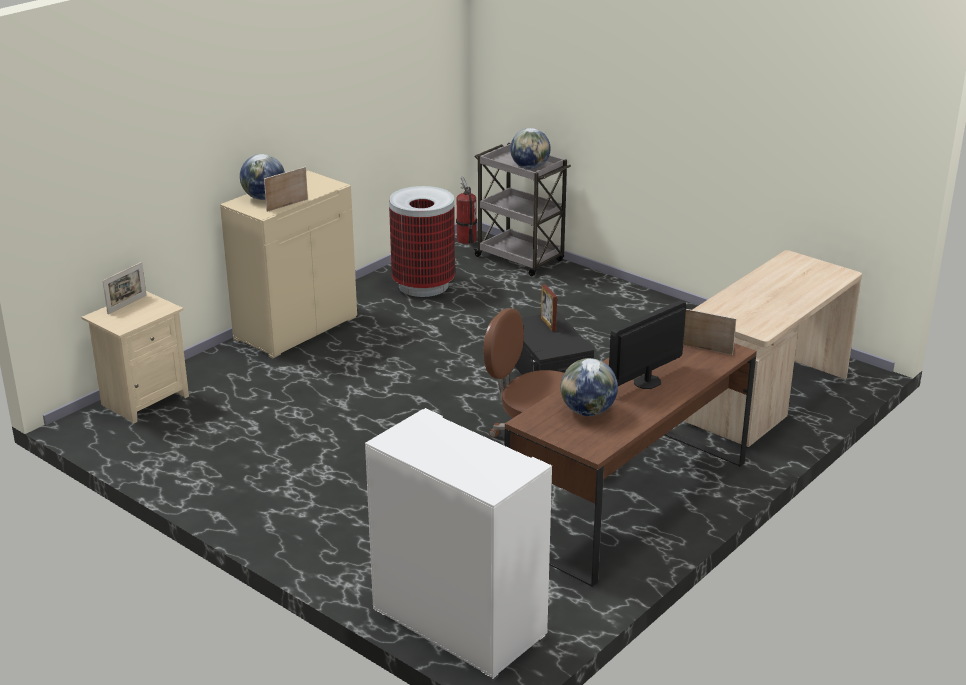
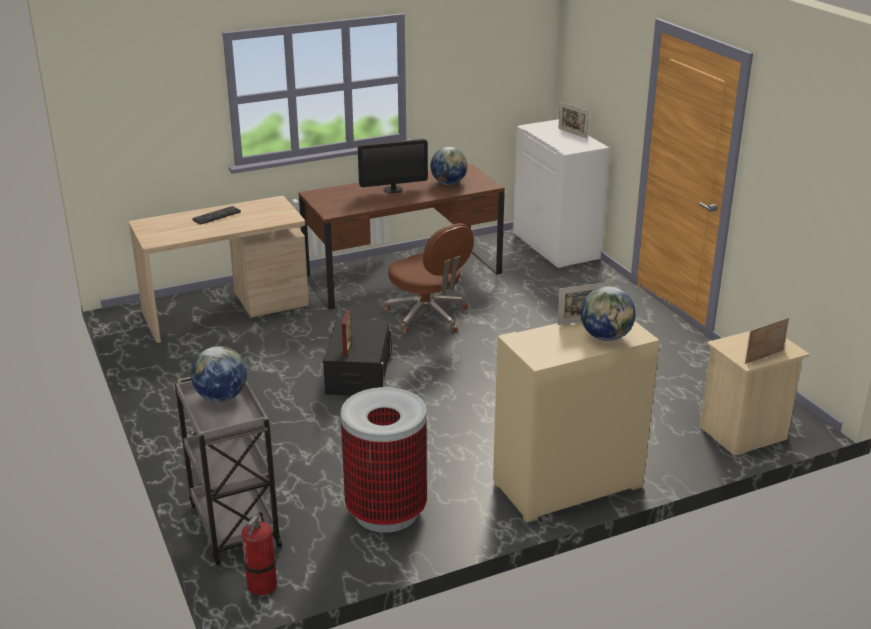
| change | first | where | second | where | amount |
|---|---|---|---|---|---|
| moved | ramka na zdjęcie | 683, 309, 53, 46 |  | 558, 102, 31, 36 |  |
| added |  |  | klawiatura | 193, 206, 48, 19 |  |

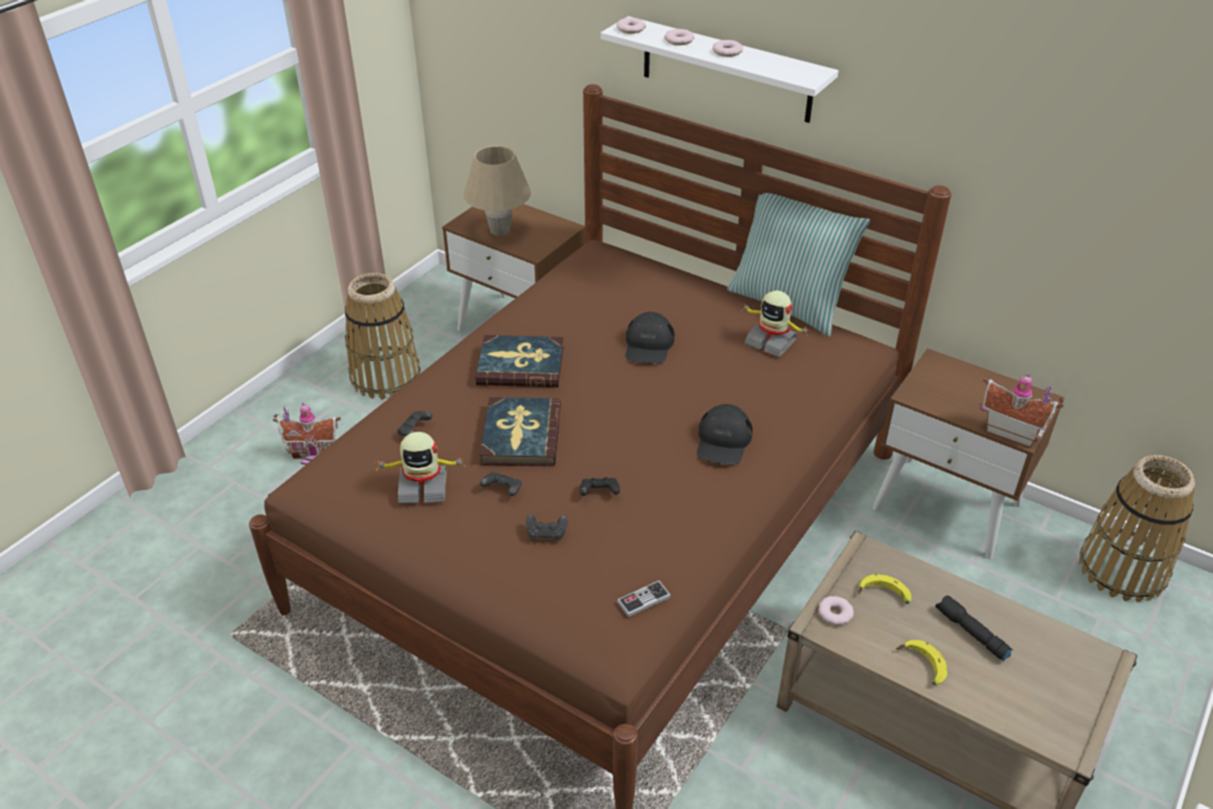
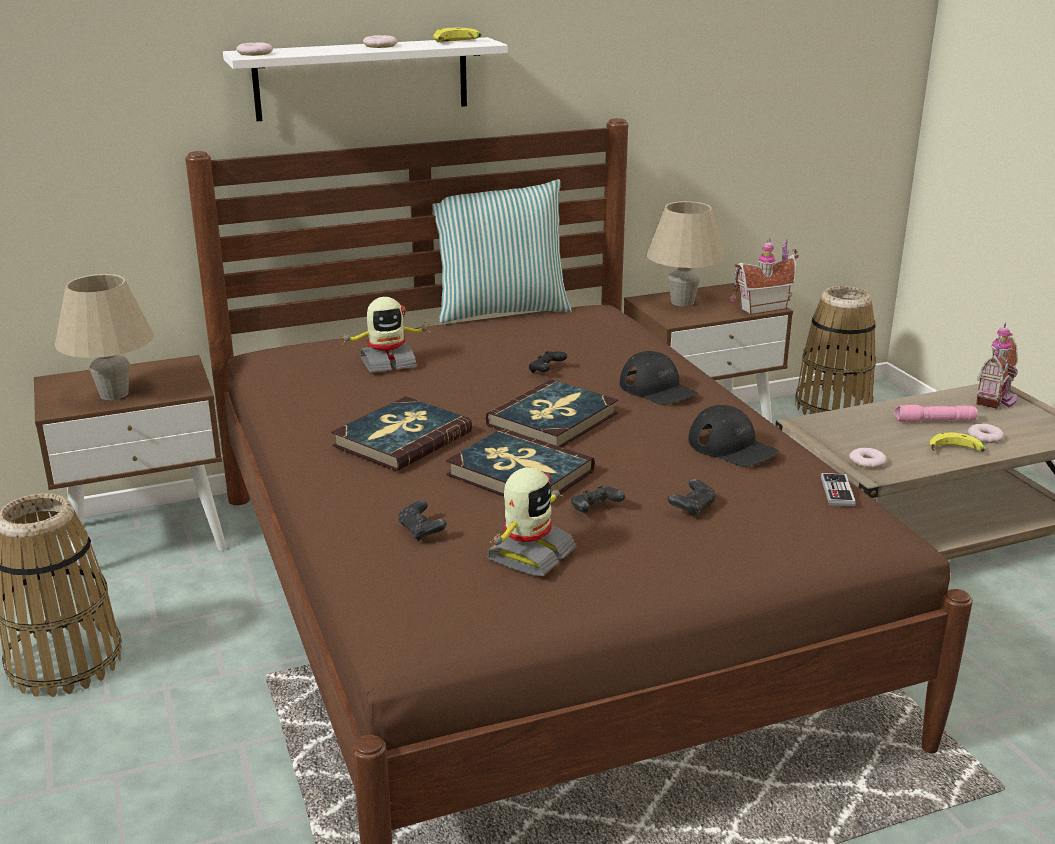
| change | first | where | second | where | amount |
|---|---|---|---|---|---|
| moved | domek | 273, 402, 68, 63 |  | 976, 323, 42, 86 |  |
| moved | pad do gier [czarny] | 580, 477, 40, 19 |  | 529, 351, 38, 22 |  |
| moved | czapka z daszkiem [czarny] | 625, 312, 50, 51 |  | 688, 405, 91, 61 |  |
| moved | donut | 664, 29, 30, 16 |  | 968, 424, 36, 19 |  |
| moved | robot zabawkowy | 741, 291, 70, 66 |  | 340, 297, 91, 76 |  |
| moved | banan | 858, 574, 53, 30 |  | 433, 28, 48, 14 |  |
| recoloured | latarka [czarny] | 936, 595, 76, 66 | latarka [różowy] | 894, 405, 84, 17 |  |
| added |  |  | książka | 486, 379, 132, 68 |  |
| added |  |  | lampa stołowa [beżowy] | 646, 201, 78, 105 |  |

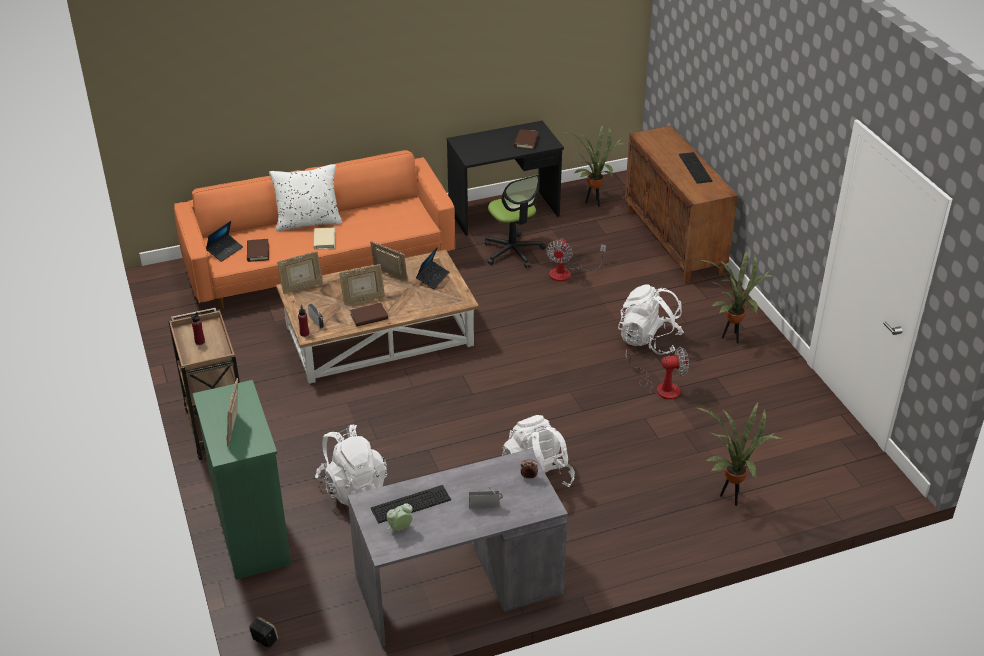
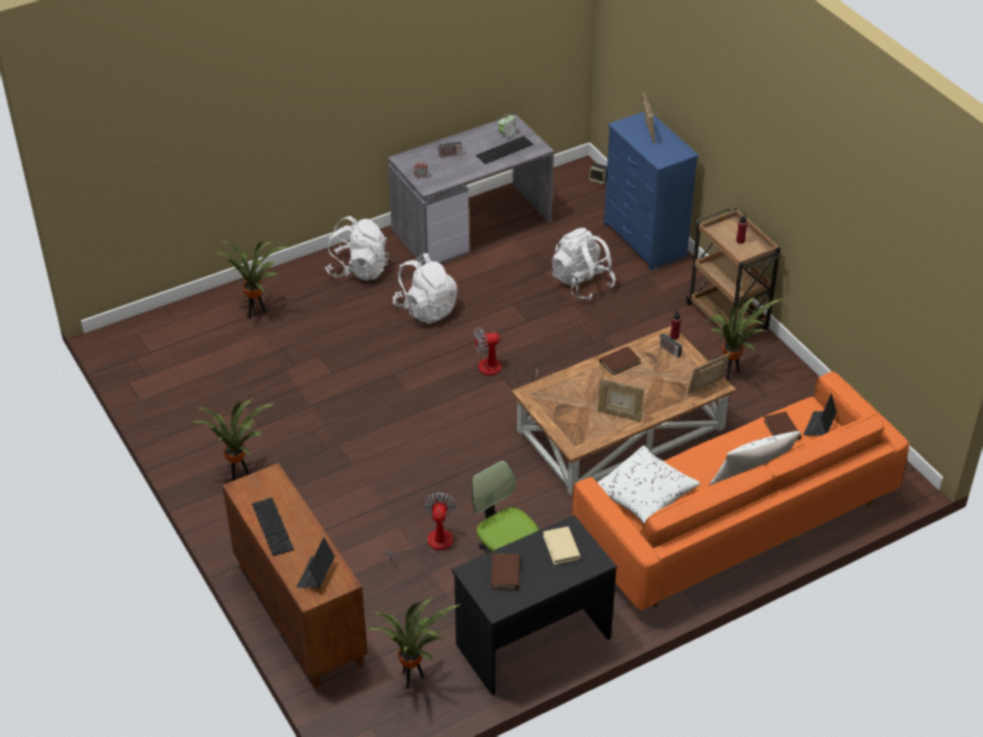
| change | first | where | second | where | amount |
|---|---|---|---|---|---|
| recoloured | komoda [zielony] | 192, 380, 99, 200 | komoda [niebieski] | 604, 112, 95, 158 |  |
| moved | książka [beżowy] | 313, 227, 22, 23 |  | 543, 527, 38, 38 |  |
| removed | ramka na zdjęcie | 339, 264, 46, 41 |  |  |  |
| moved | laptop | 416, 247, 33, 42 |  | 297, 537, 38, 51 |  |
| moved | plecak [biały] | 618, 284, 66, 71 |  | 325, 216, 64, 64 |  |
| moved | wentylator | 625, 347, 64, 53 |  | 473, 327, 65, 60 |  |
| added |  |  | poduszka [biały] | 597, 445, 103, 79 |  |
| added |  |  | roślina doniczkowa | 705, 296, 76, 84 |  |

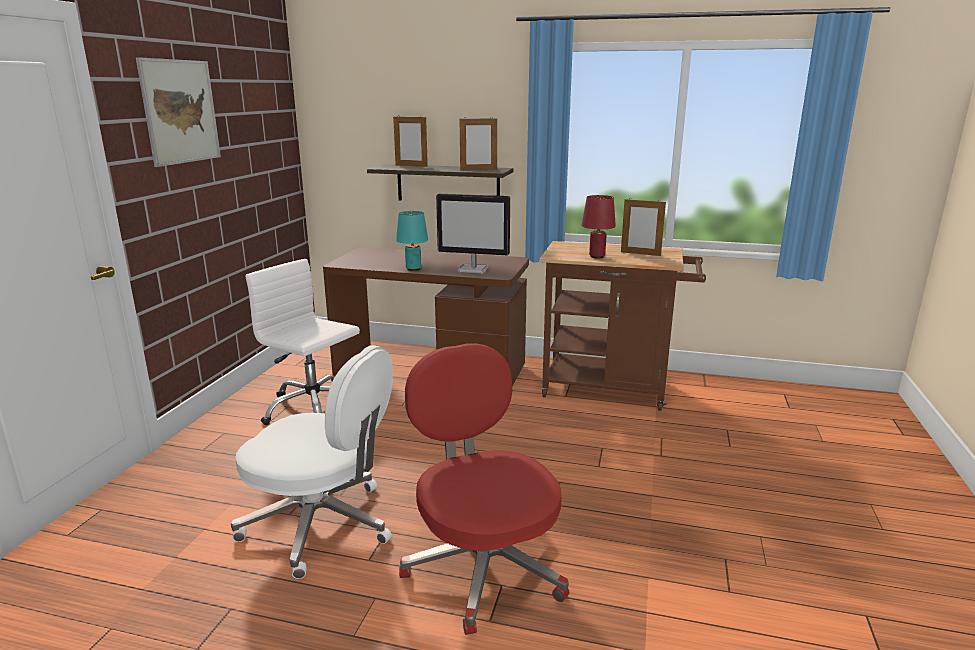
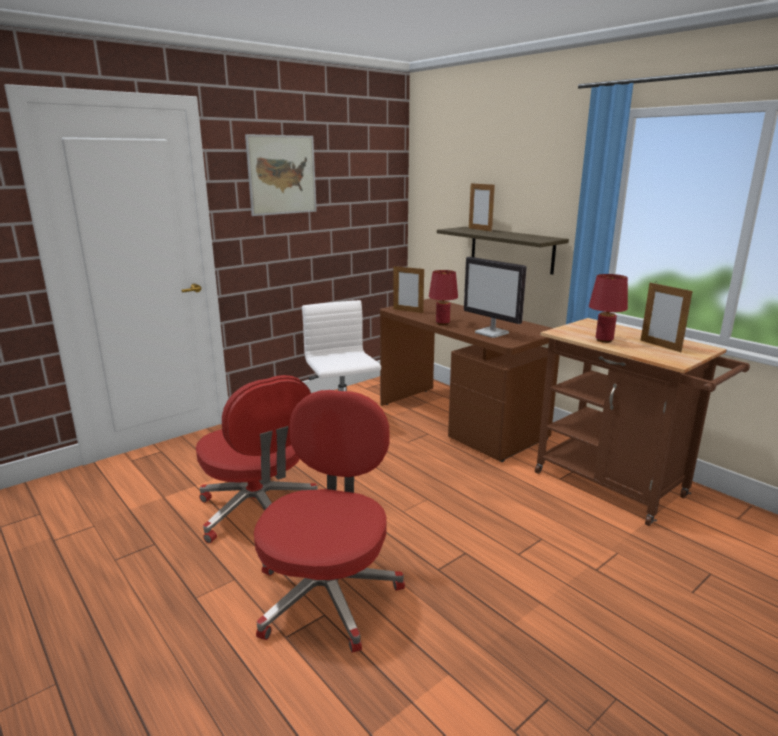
| change | first | where | second | where | amount |
|---|---|---|---|---|---|
| recoloured | krzesło biurowe [biały] | 231, 345, 162, 234 | krzesło biurowe [czerwony] | 196, 375, 121, 168 |  |
| recoloured | lampa stołowa [turkusowy] | 396, 211, 32, 60 | lampa stołowa [czerwony] | 429, 270, 29, 55 |  |
| moved | ramka na zdjęcie | 460, 118, 37, 53 |  | 393, 265, 31, 48 |  |

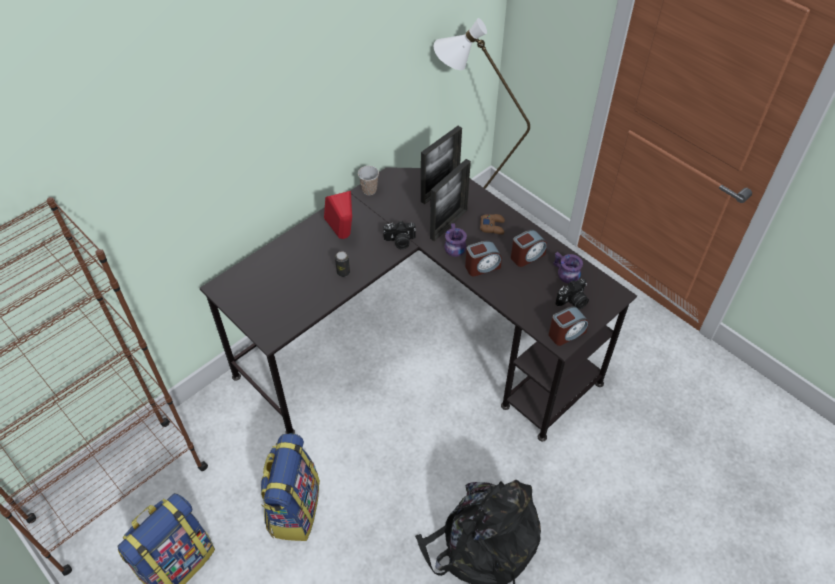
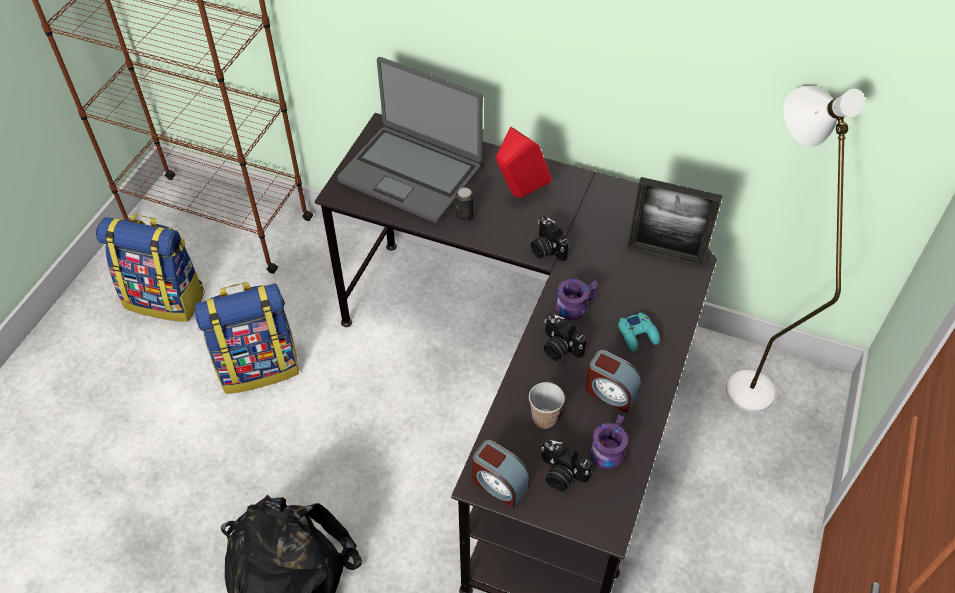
| change | first | where | second | where | amount |
|---|---|---|---|---|---|
| moved | filiżanka | 358, 166, 21, 29 |  | 529, 382, 36, 47 |  |
| removed | ramka na zdjęcie | 430, 159, 41, 82 |  |  |  |
| replaced | budzik | 465, 241, 37, 36 | aparat fotograficzny | 544, 314, 43, 47 |  |
| recoloured | pad do gier [brązowy] | 480, 214, 25, 21 | pad do gier [turkusowy] | 618, 312, 42, 40 |  |
| added |  |  | laptop | 337, 57, 146, 166 |  |

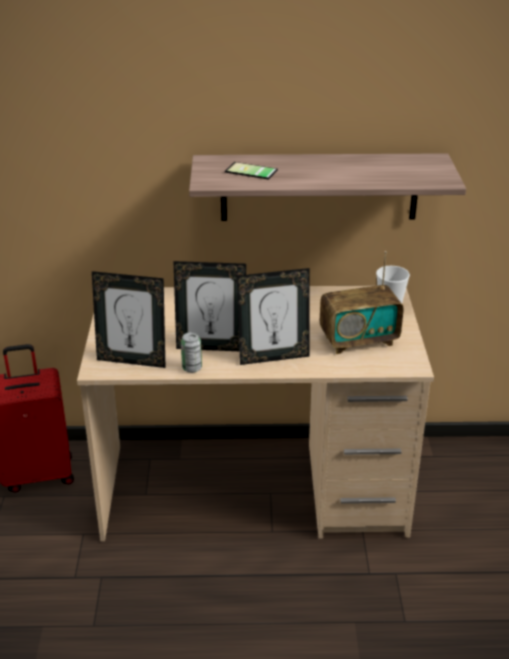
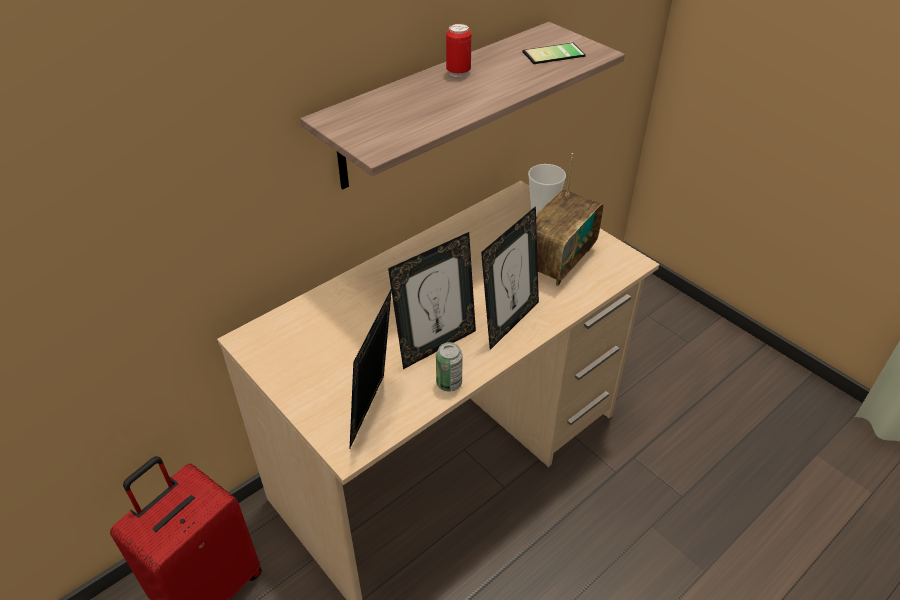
| change | first | where | second | where | amount |
|---|---|---|---|---|---|
| turned | ramka na zdjęcie | 92, 271, 74, 97 |  | 350, 288, 42, 160 | 135 degrees clockwise |
| moved | telefon | 225, 162, 53, 18 |  | 522, 43, 64, 21 |  |
| added |  |  | puszka | 446, 23, 26, 54 |  |

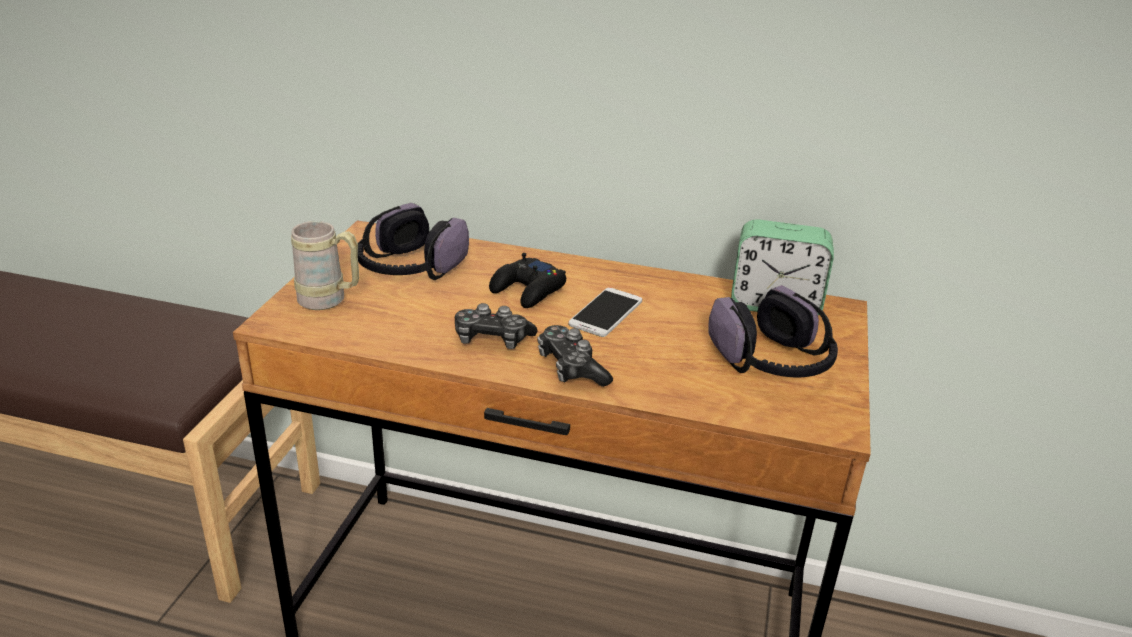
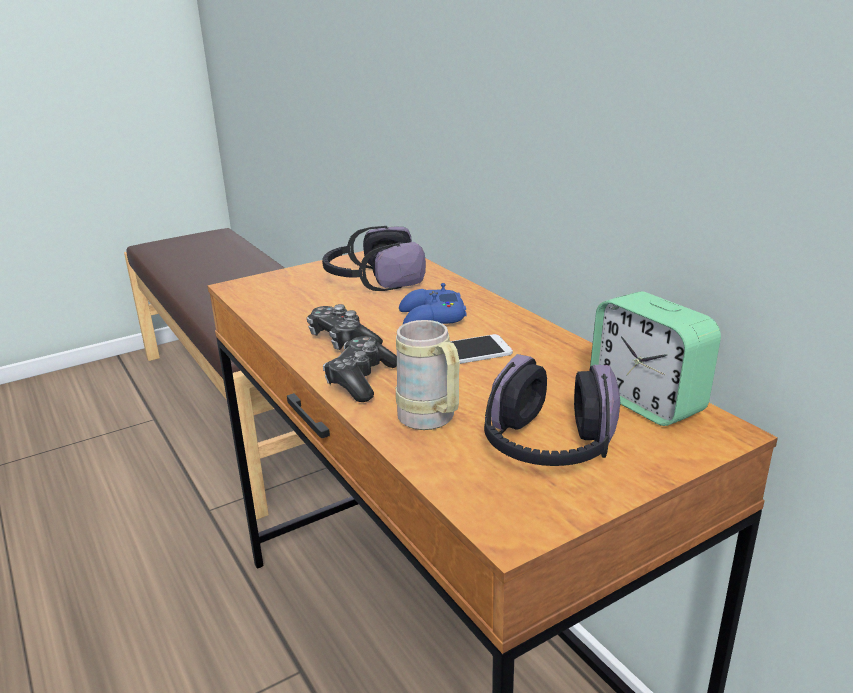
| change | first | where | second | where | amount |
|---|---|---|---|---|---|
| moved | kubek [beżowy] | 291, 221, 68, 89 |  | 396, 320, 64, 110 |  |
| recoloured | pad do gier [czarny] | 489, 253, 77, 55 | pad do gier [niebieski] | 399, 283, 68, 41 |  |

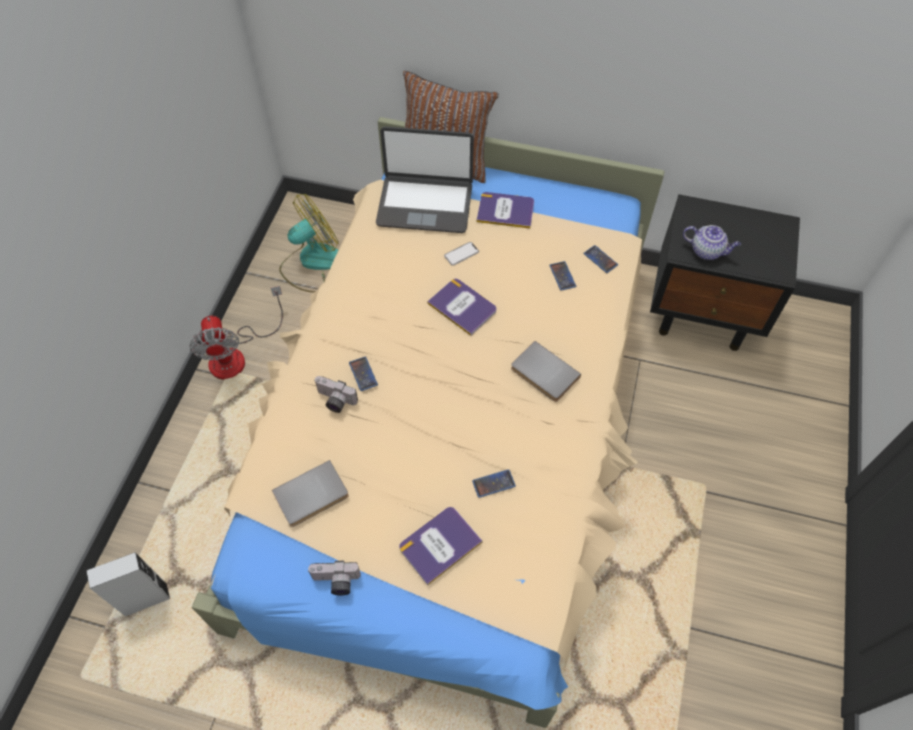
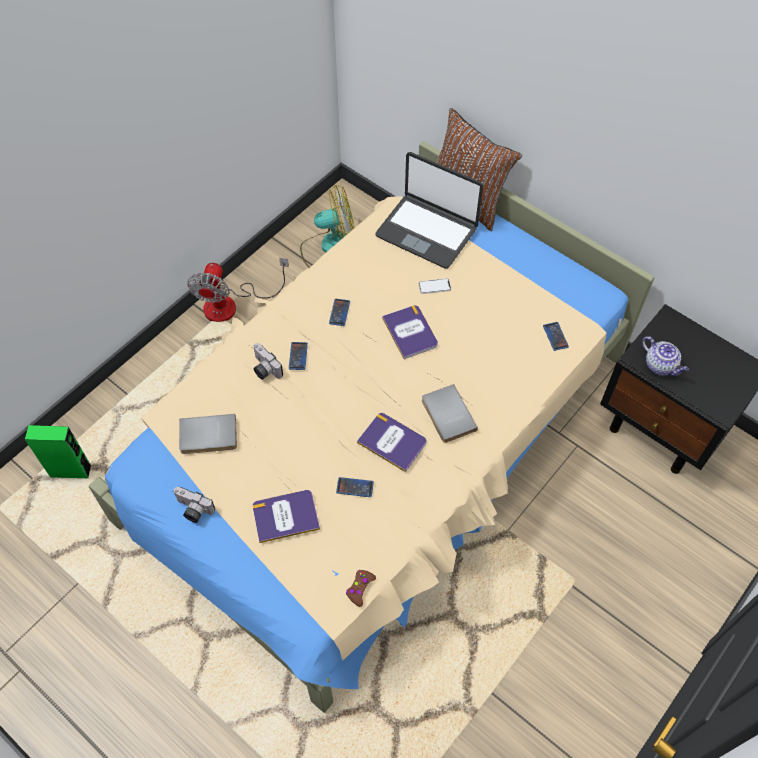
| change | first | where | second | where | amount |
|---|---|---|---|---|---|
| recoloured | głośnik [szary] | 87, 552, 83, 65 | głośnik [zielony] | 25, 425, 66, 53 |  |
| moved | książka | 477, 192, 57, 37 |  | 357, 413, 69, 59 |  |
| moved | telefon | 549, 261, 27, 30 |  | 329, 299, 21, 27 |  |
| added |  |  | pad do gier [brązowy] | 346, 570, 30, 37 |  |

